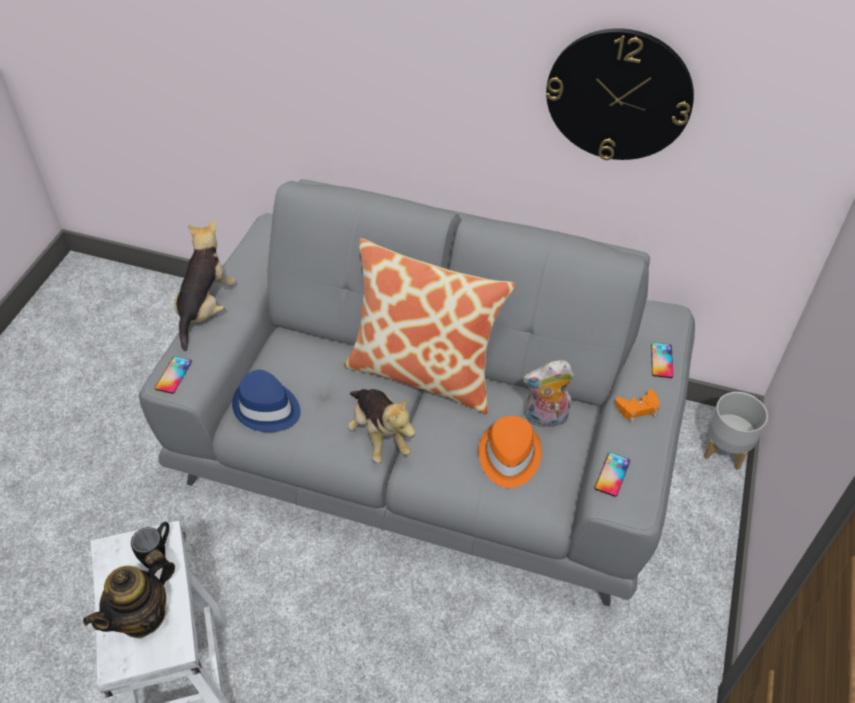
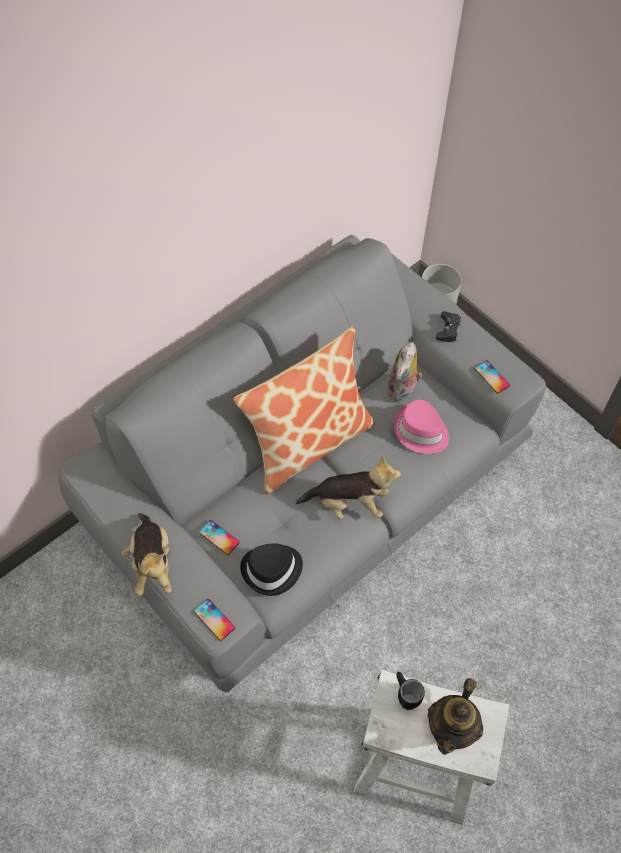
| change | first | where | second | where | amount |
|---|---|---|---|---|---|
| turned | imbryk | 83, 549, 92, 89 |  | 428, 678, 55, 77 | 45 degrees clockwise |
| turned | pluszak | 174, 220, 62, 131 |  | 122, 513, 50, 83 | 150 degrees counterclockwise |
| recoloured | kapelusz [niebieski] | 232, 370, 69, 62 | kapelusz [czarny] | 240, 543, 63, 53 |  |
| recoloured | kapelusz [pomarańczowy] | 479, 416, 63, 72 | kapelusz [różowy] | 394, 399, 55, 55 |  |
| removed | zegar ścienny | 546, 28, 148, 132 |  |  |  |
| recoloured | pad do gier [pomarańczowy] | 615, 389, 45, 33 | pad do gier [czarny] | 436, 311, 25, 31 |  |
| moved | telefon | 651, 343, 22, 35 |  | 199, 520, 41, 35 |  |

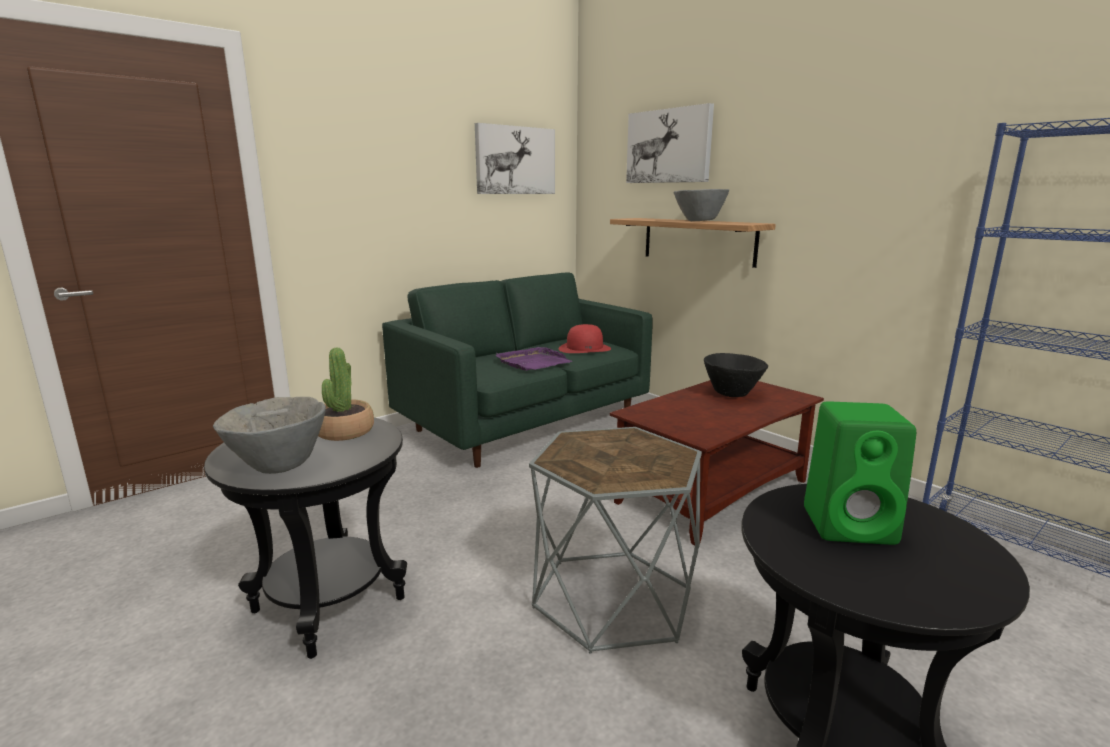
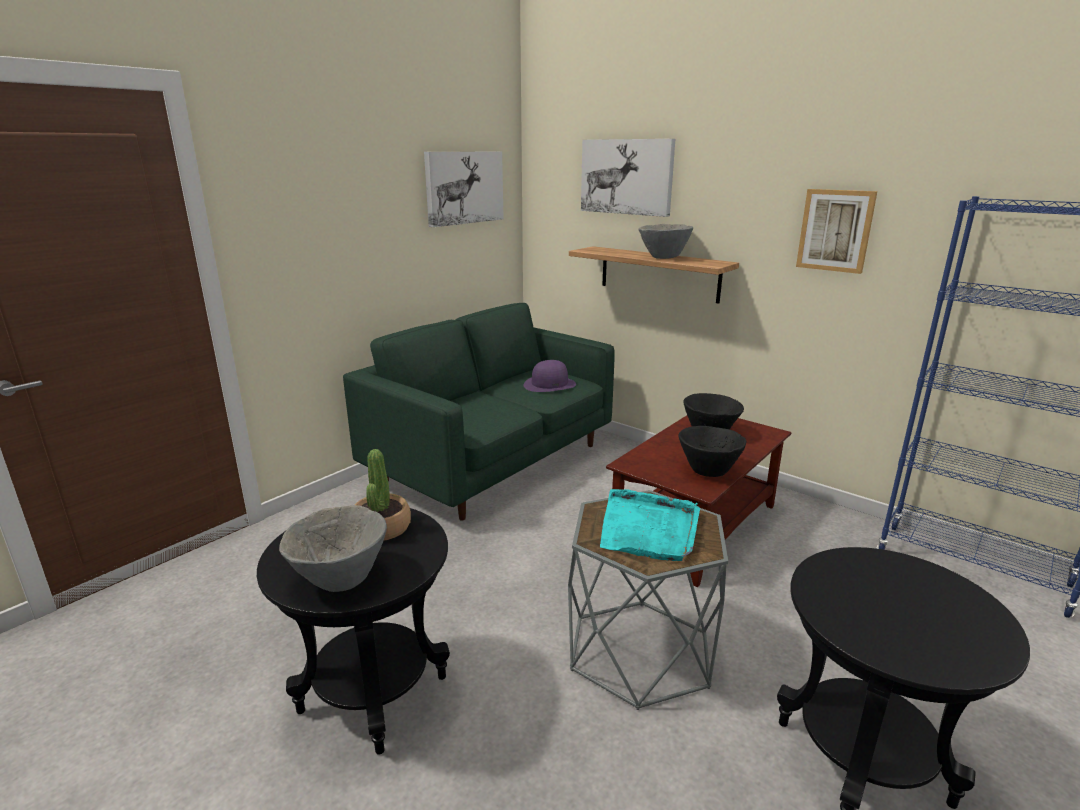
| change | first | where | second | where | amount |
|---|---|---|---|---|---|
| removed | taca [fioletowy] | 496, 347, 76, 24 |  |  |  |
| recoloured | kapelusz [czerwony] | 559, 324, 52, 29 | kapelusz [fioletowy] | 523, 360, 53, 32 |  |
| removed | głośnik [zielony] | 804, 402, 112, 143 |  |  |  |
| added |  |  | taca [turkusowy] | 600, 489, 100, 72 |  |
| added |  |  | miska [czarny] | 678, 426, 69, 51 |  |
| added |  |  | obraz | 796, 189, 81, 85 |  |

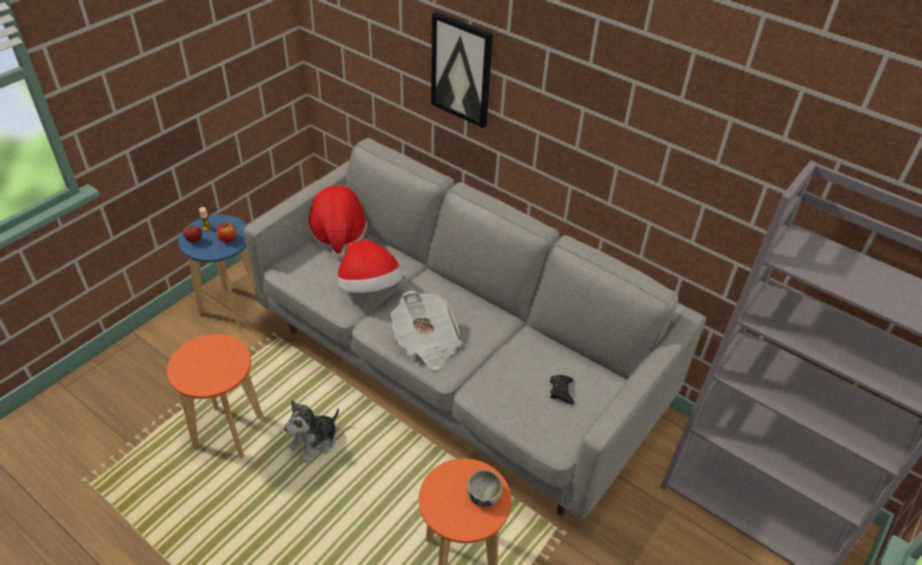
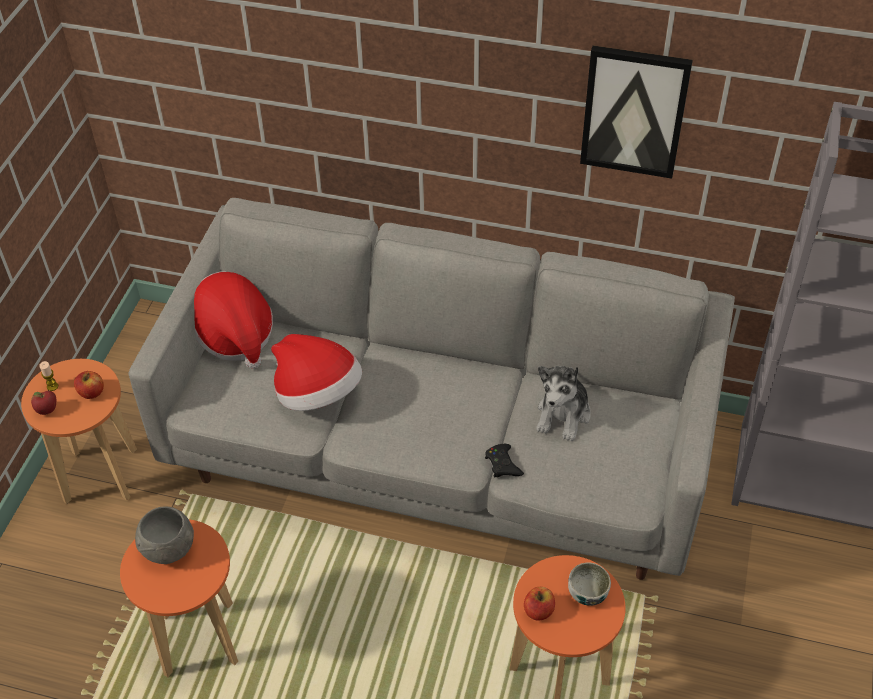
| change | first | where | second | where | amount |
|---|---|---|---|---|---|
| recoloured | stołek [niebieski] | 179, 215, 76, 111 | stołek [pomarańczowy] | 21, 359, 116, 145 |  |
| moved | pluszak | 284, 400, 55, 63 |  | 536, 366, 55, 75 |  |
| removed | gazeta | 391, 290, 71, 80 |  |  |  |
| moved | obraz | 431, 12, 62, 116 |  | 580, 45, 113, 134 |  |
| moved | pad do gier [czarny] | 550, 375, 25, 29 |  | 485, 444, 39, 34 |  |
| added |  |  | miska [szary] | 135, 506, 59, 58 |  |
| added |  |  | jabłko | 524, 587, 31, 34 |  |

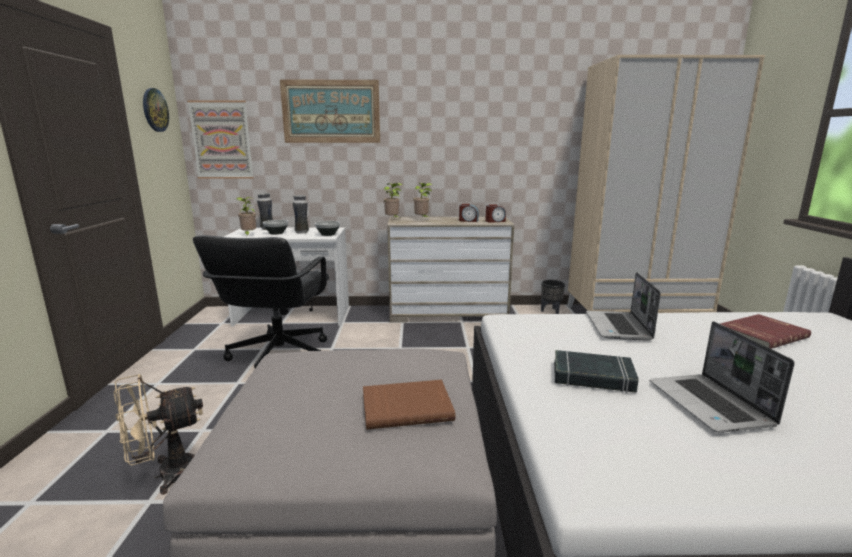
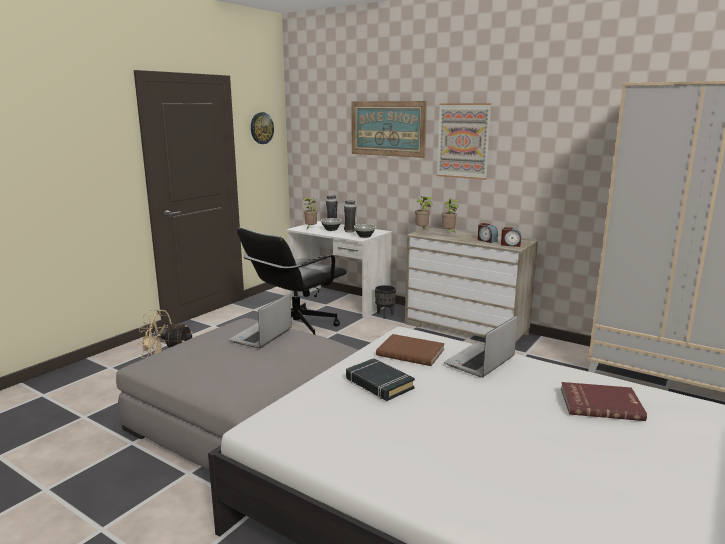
| change | first | where | second | where | amount |
|---|---|---|---|---|---|
| moved | obraz | 187, 100, 67, 79 |  | 437, 103, 55, 77 |  |
| moved | książka [brązowy] | 363, 380, 92, 50 |  | 376, 334, 69, 32 |  |
| moved | donica [czarny] | 541, 280, 24, 34 |  | 375, 285, 21, 34 |  |
| moved | laptop | 650, 321, 145, 112 |  | 228, 293, 64, 55 |  |

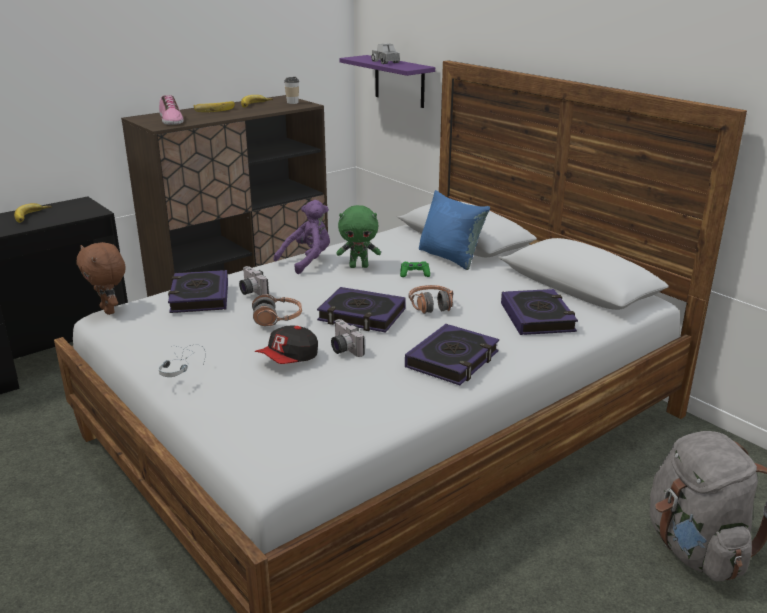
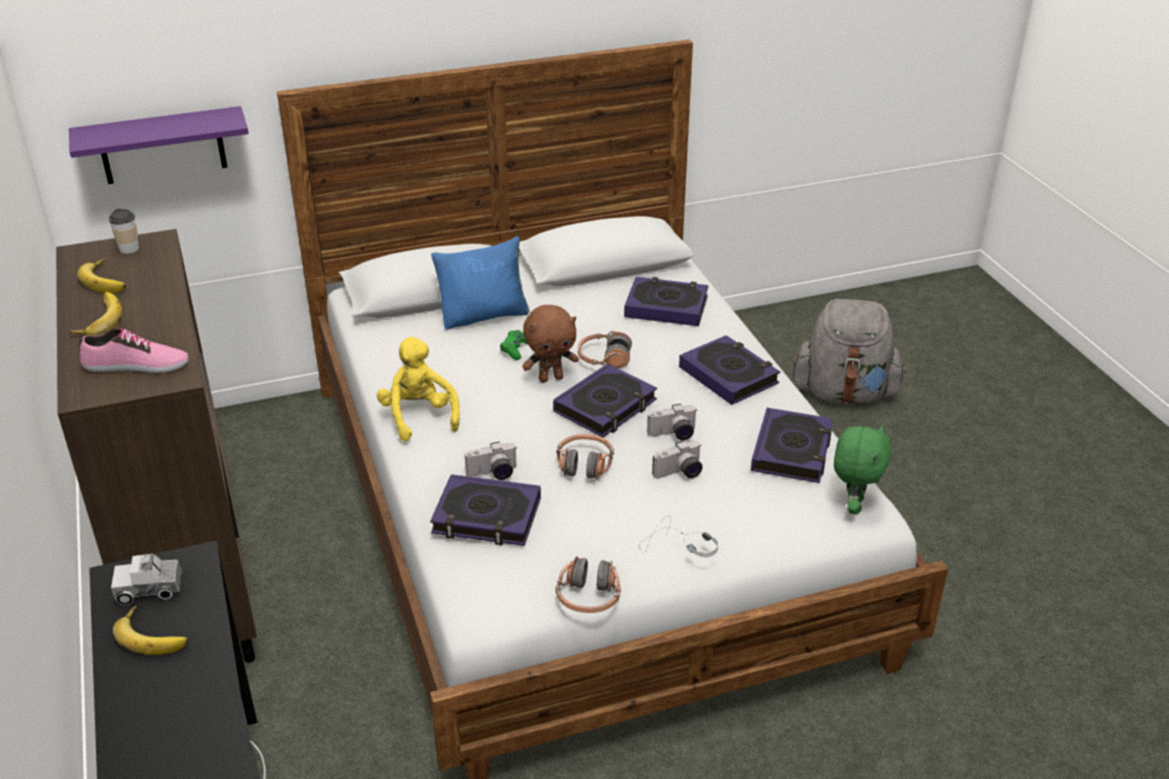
| change | first | where | second | where | amount |
|---|---|---|---|---|---|
| moved | pluszak [brązowy] | 76, 242, 49, 73 |  | 522, 305, 57, 77 |  |
| replaced | czapka z daszkiem | 255, 326, 63, 38 | aparat fotograficzny | 652, 441, 51, 37 |  |
| recoloured | pluszak [fioletowy] | 273, 200, 57, 74 | pluszak [żółty] | 377, 337, 83, 105 |  |
| moved | pluszak [zielony] | 337, 205, 44, 63 |  | 834, 424, 58, 90 |  |
| moved | ciężarówka zabawkowa | 371, 43, 29, 21 |  | 111, 554, 71, 51 |  |
| added |  |  | słuchawki | 556, 556, 65, 57 |  |
| added |  |  | książka | 751, 408, 82, 75 |  |

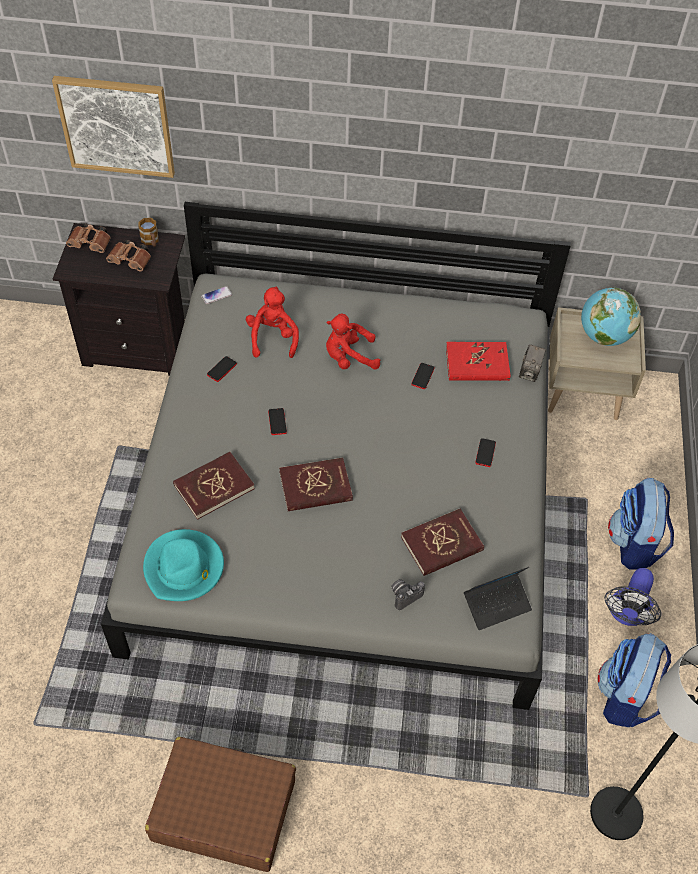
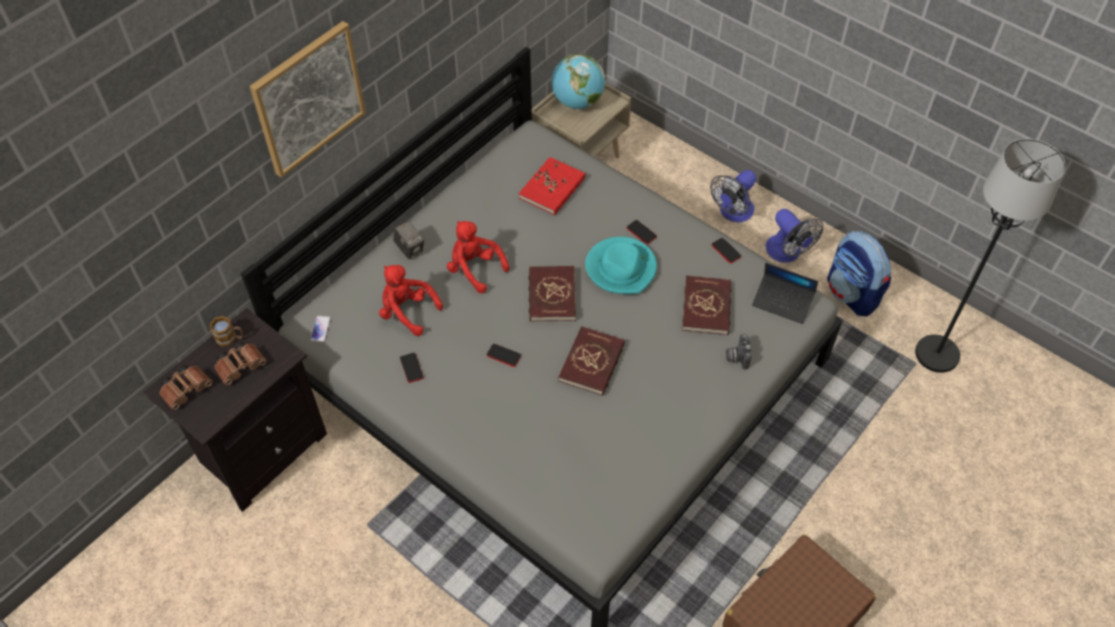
| change | first | where | second | where | amount |
|---|---|---|---|---|---|
| moved | obraz | 52, 76, 123, 102 |  | 249, 21, 117, 157 |  |
| moved | kapelusz [turkusowy] | 143, 529, 81, 72 |  | 585, 237, 72, 57 |  |
| moved | książka [czerwony] | 173, 452, 82, 68 |  | 529, 266, 47, 56 |  |
| turned | pluszak [czerwony] | 326, 313, 54, 56 |  | 447, 221, 62, 72 | 105 degrees clockwise |
| moved | telefon | 411, 363, 23, 26 |  | 711, 238, 30, 26 |  |
| turned | laptop | 464, 567, 68, 63 |  | 752, 263, 66, 61 | 105 degrees clockwise |
| moved | aparat fotograficzny | 519, 344, 27, 38 |  | 393, 221, 31, 39 |  |
| replaced | plecak | 608, 478, 66, 92 | wentylator | 710, 170, 46, 52 |  |

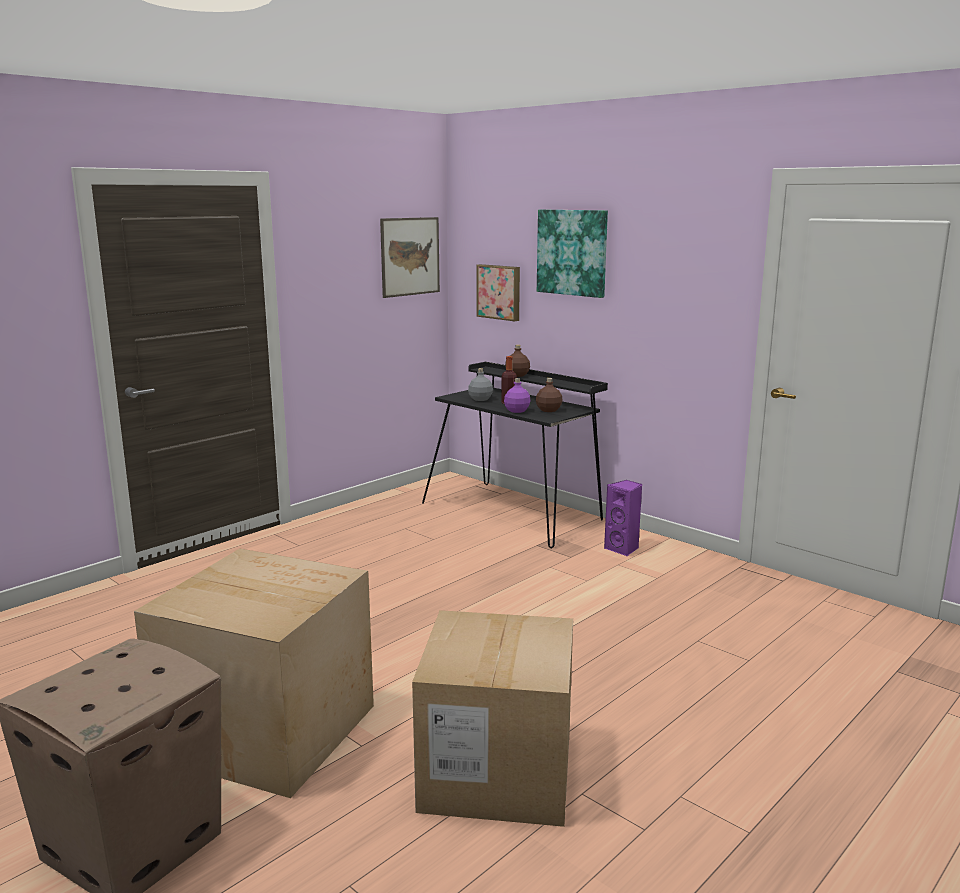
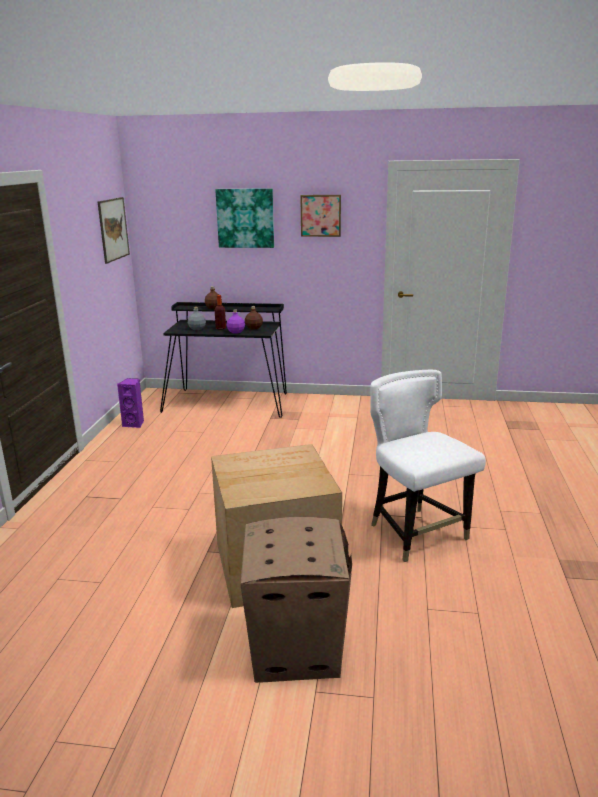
| change | first | where | second | where | amount |
|---|---|---|---|---|---|
| replaced | karton | 412, 610, 161, 217 | krzesło [biały] | 370, 370, 116, 192 |  |
| moved | obraz | 477, 264, 43, 57 |  | 300, 195, 41, 42 |  |
| moved | głośnik [fioletowy] | 604, 480, 38, 77 |  | 117, 378, 27, 50 |  |

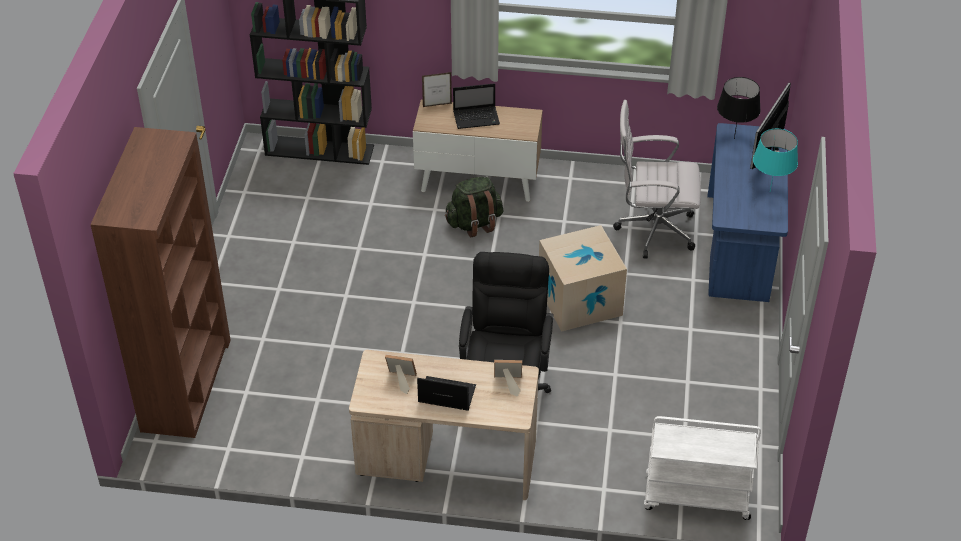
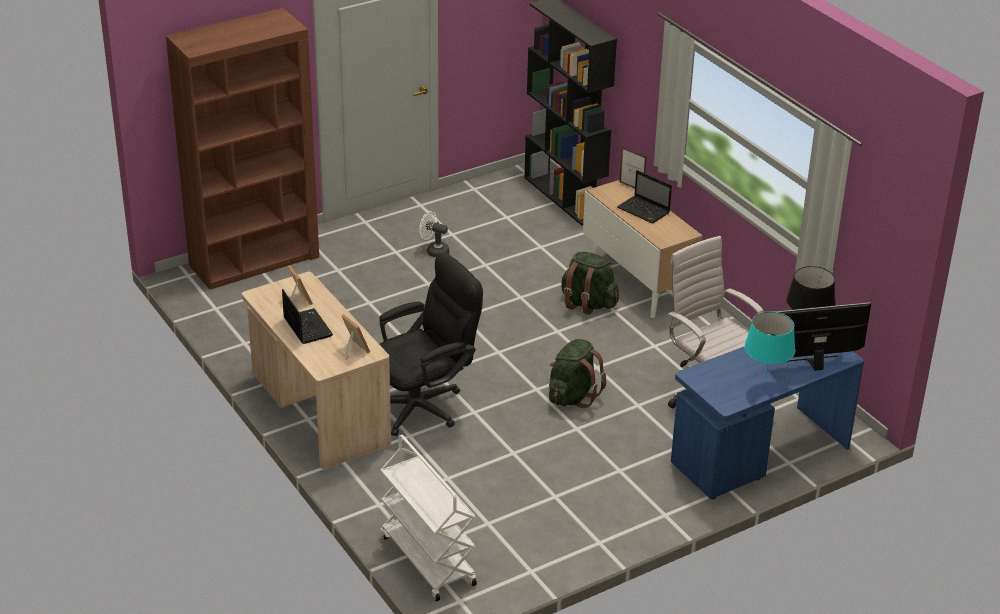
| change | first | where | second | where | amount |
|---|---|---|---|---|---|
| replaced | karton | 539, 225, 88, 107 | plecak [zielony] | 549, 339, 57, 69 |  |
| added |  |  | wentylator [biały] | 419, 211, 30, 46 |  |

